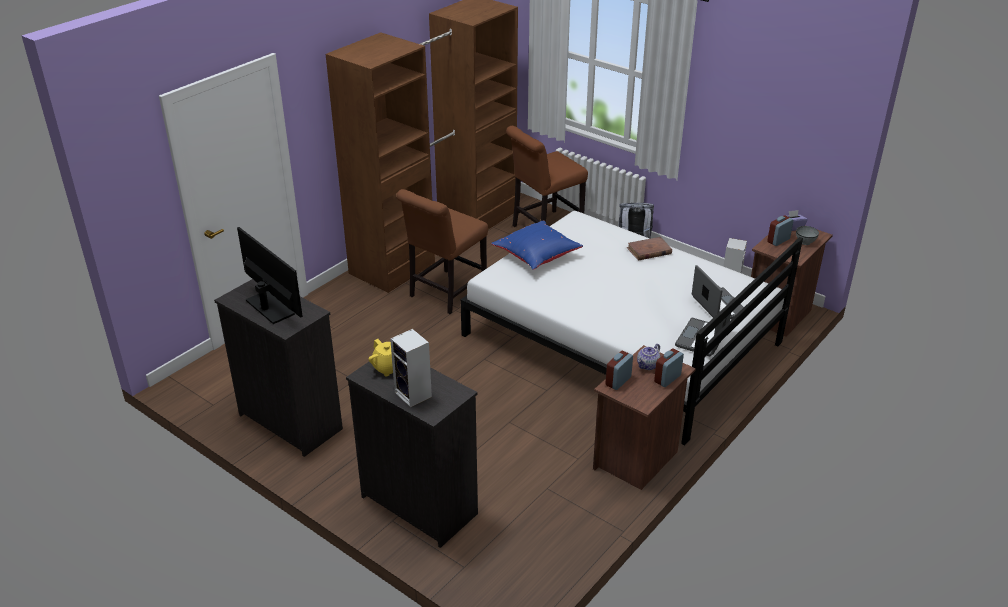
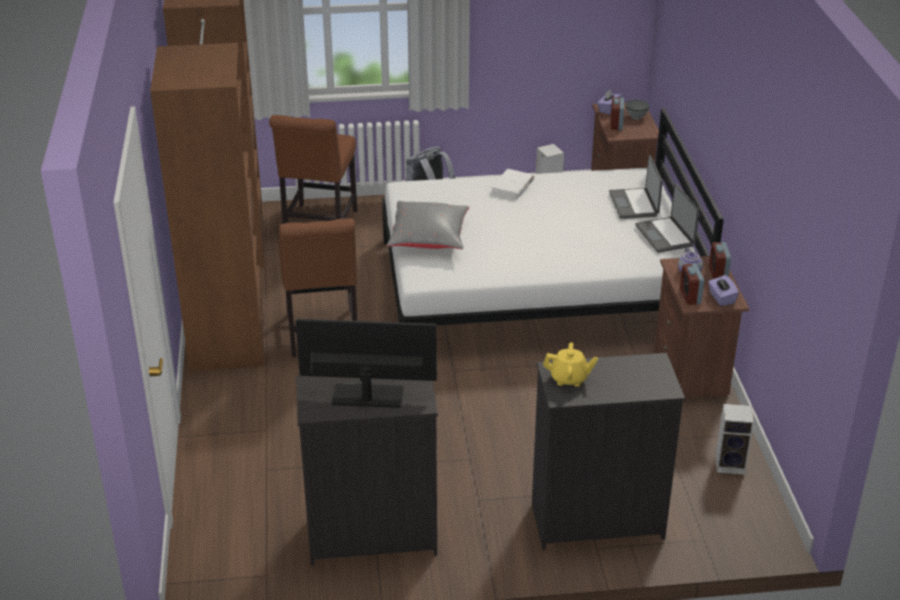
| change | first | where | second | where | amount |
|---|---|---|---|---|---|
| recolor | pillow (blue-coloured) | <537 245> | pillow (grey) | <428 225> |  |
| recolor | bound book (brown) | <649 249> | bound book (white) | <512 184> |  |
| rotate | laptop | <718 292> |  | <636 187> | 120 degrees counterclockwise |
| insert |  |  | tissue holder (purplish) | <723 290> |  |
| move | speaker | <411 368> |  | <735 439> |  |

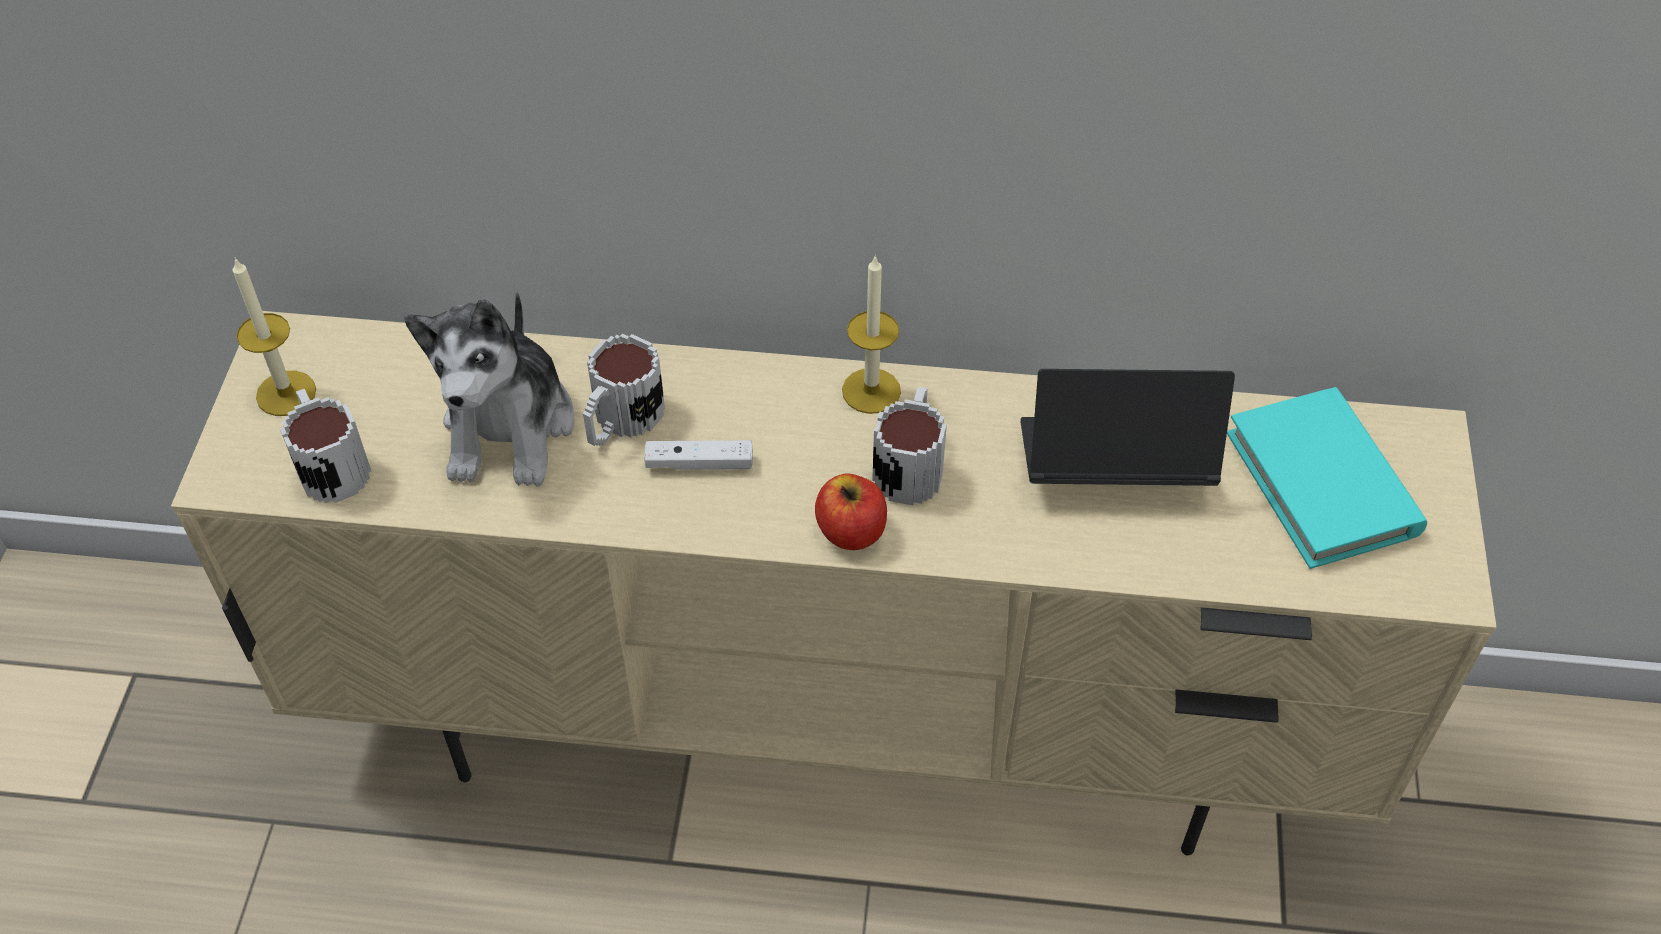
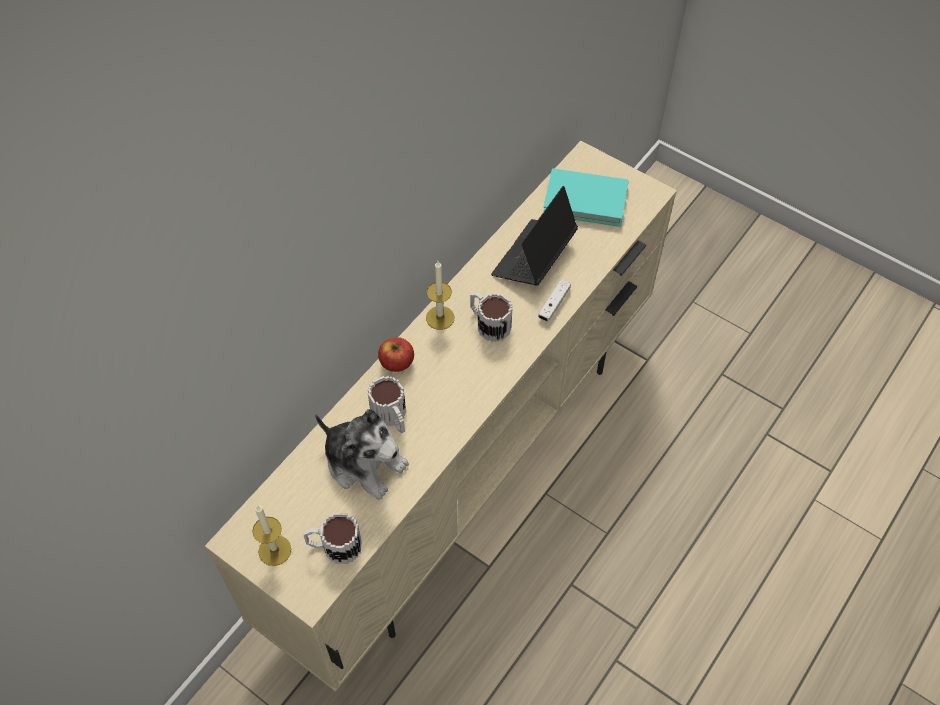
| change | first | where | second | where | amount |
|---|---|---|---|---|---|
| move | apple | <851 512> |  | <396 354> |  |
| move | game controller (white) | <698 455> |  | <554 300> |  |

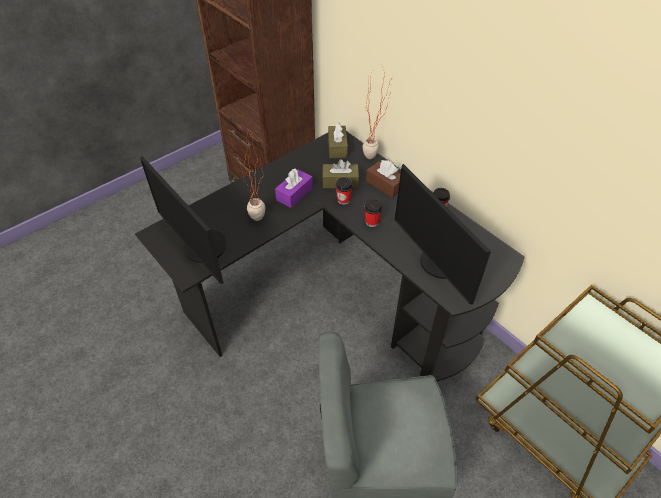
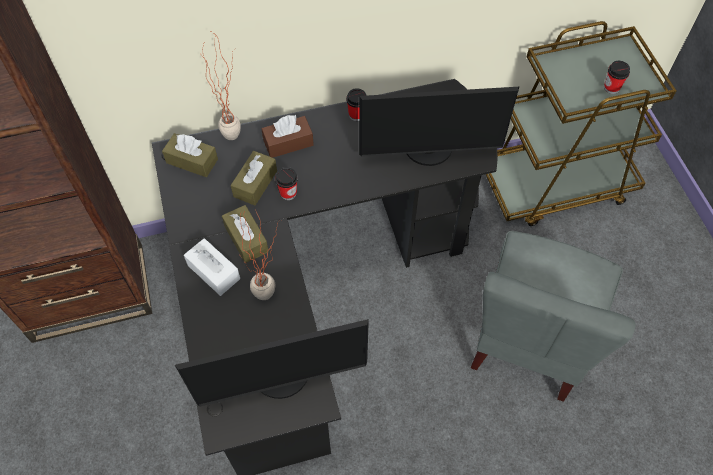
| change | first | where | second | where | amount |
|---|---|---|---|---|---|
| insert |  |  | tissue holder (white) | <212 267> |  |
| recolor | tissue holder (purplish) | <294 188> | tissue holder (brown) | <245 234> |  |
| move | small cup | <373 213> |  | <617 77> |  |

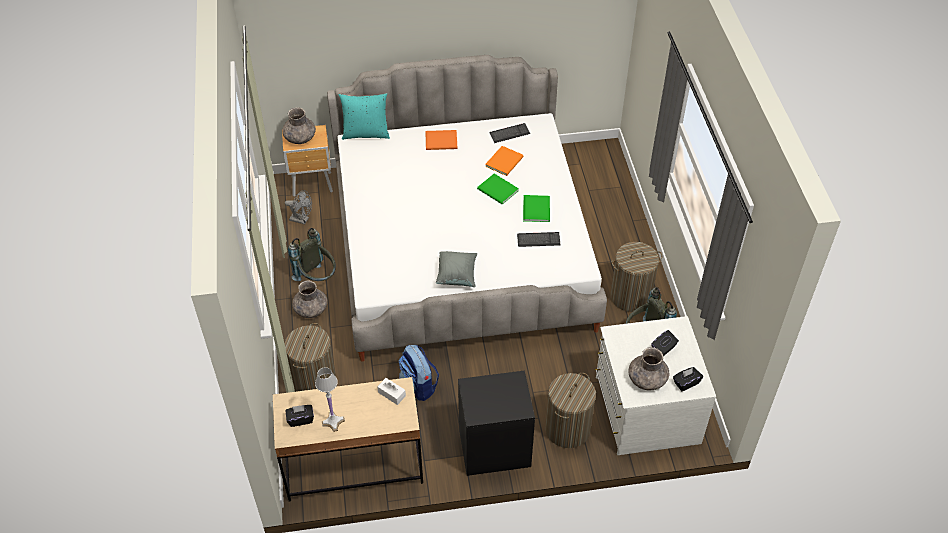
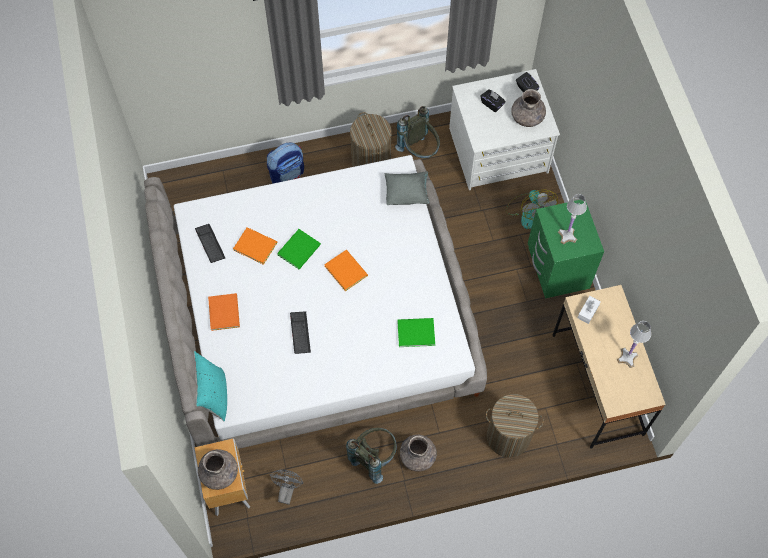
| change | first | where | second | where | amount |
|---|---|---|---|---|---|
| move | rucksack | <419 373> |  | <285 163> |  |
| move | keyboard | <538 239> |  | <300 333> |  |
| insert |  |  | bound book (orangey) | <346 270> |  |
| move | pillow (grey) | <456 269> |  | <407 188> |  |
| move | bound book (green-coloured) | <536 208> |  | <416 332> |  |
| replace | laundry basket | <570 410> | electric fan | <532 209> |  |
| recolor | nightstand (blackish) | <496 423> | nightstand (green-coloured) | <566 249> |  |
| insert |  |  | tabletop lamp (white) | <572 219> |  |
| delete | tissue holder (blackish) | <300 416> |  |  |  |

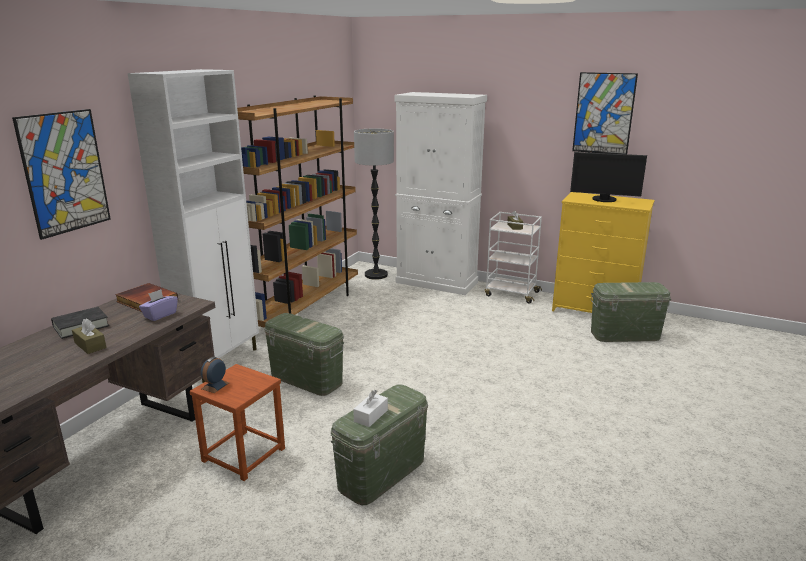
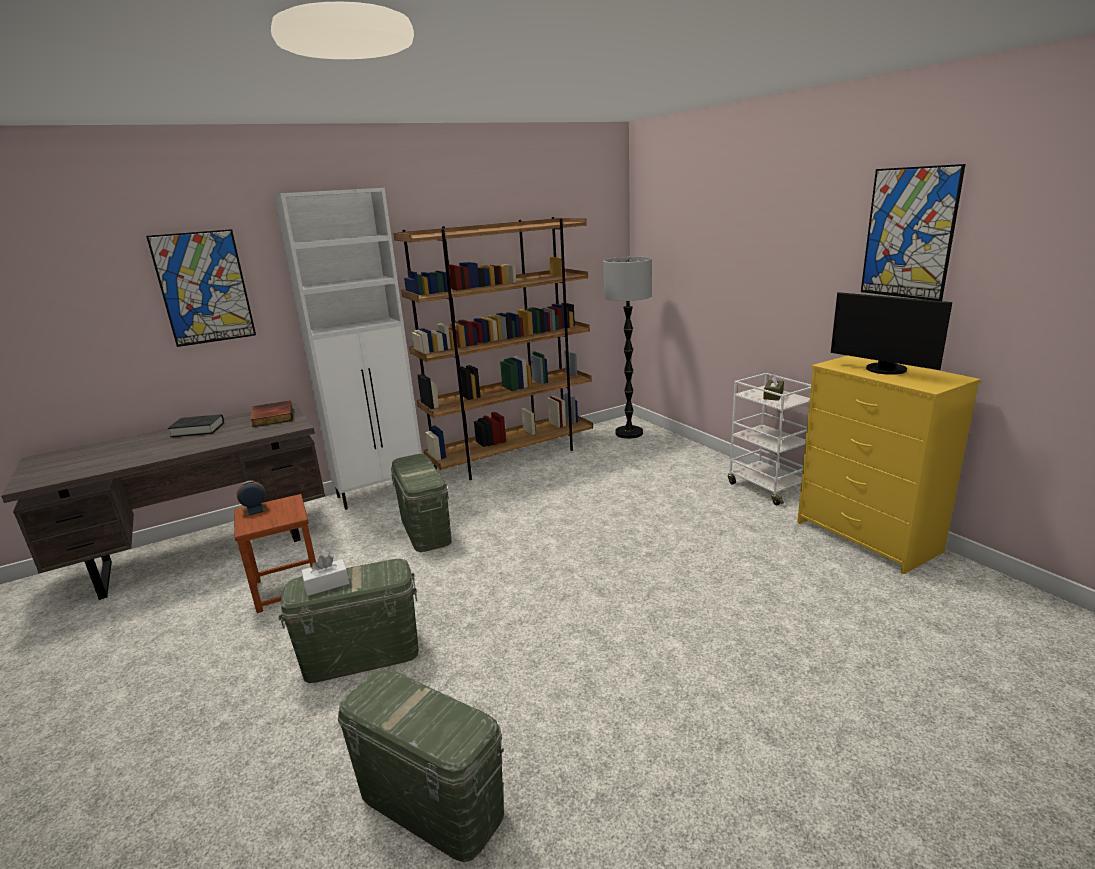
| change | first | where | second | where | amount |
|---|---|---|---|---|---|
| move | storage bin (green-coloured) | <631 312> |  | <421 765> |  |
| delete | tissue holder (brown) | <89 336> |  |  |  |
| delete | tissue holder (purplish) | <158 305> |  |  |  |
| delete | cupboard (white) | <440 193> |  |  |  |

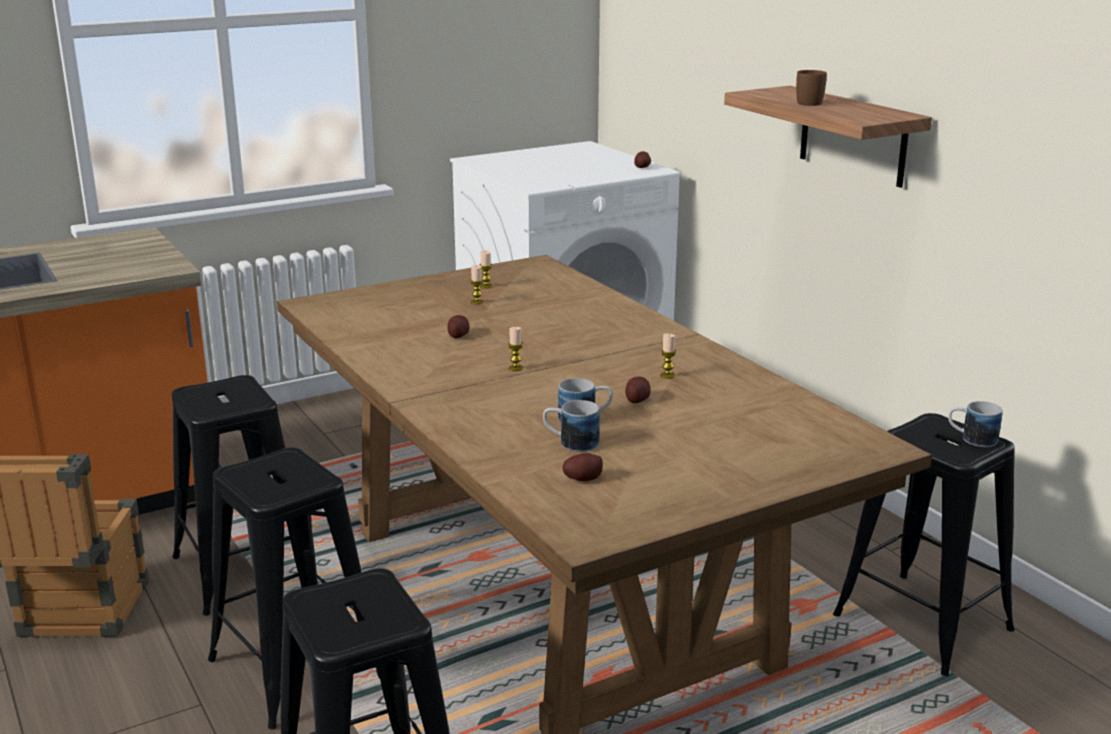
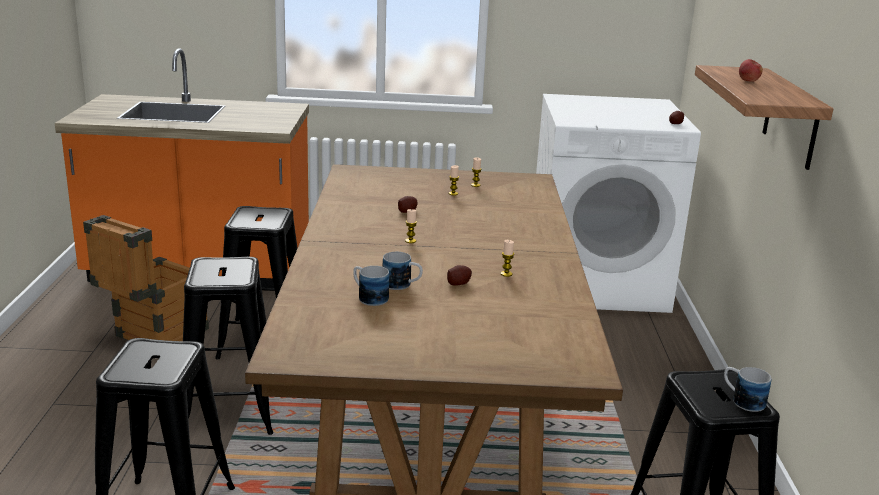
| change | first | where | second | where | amount |
|---|---|---|---|---|---|
| replace | coffee mug (brown) | <811 88> | apple | <751 70> |  |
| delete | potato | <582 466> |  |  |  |

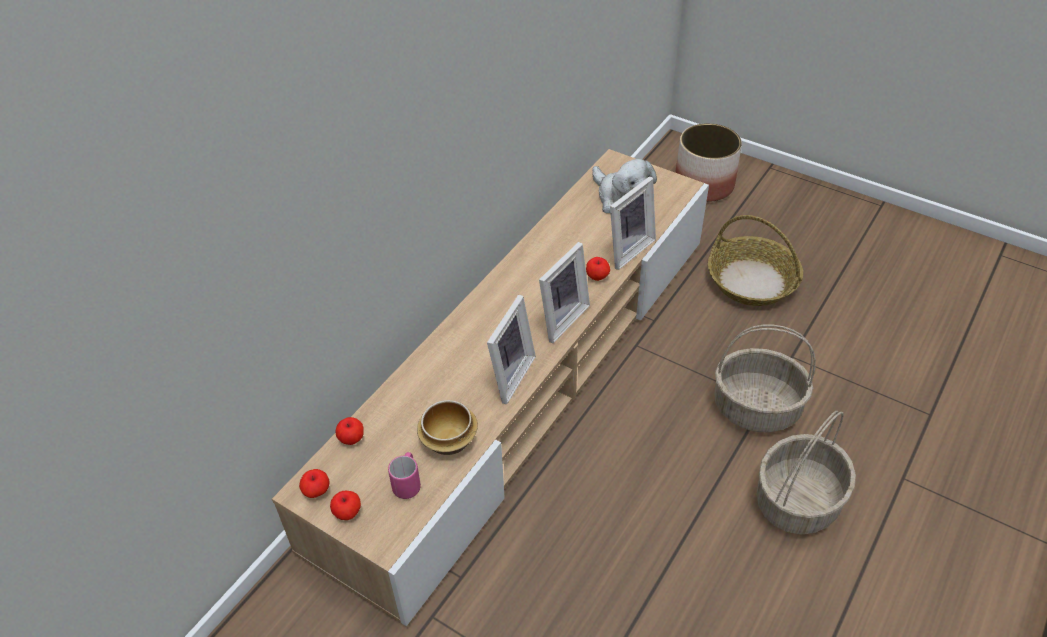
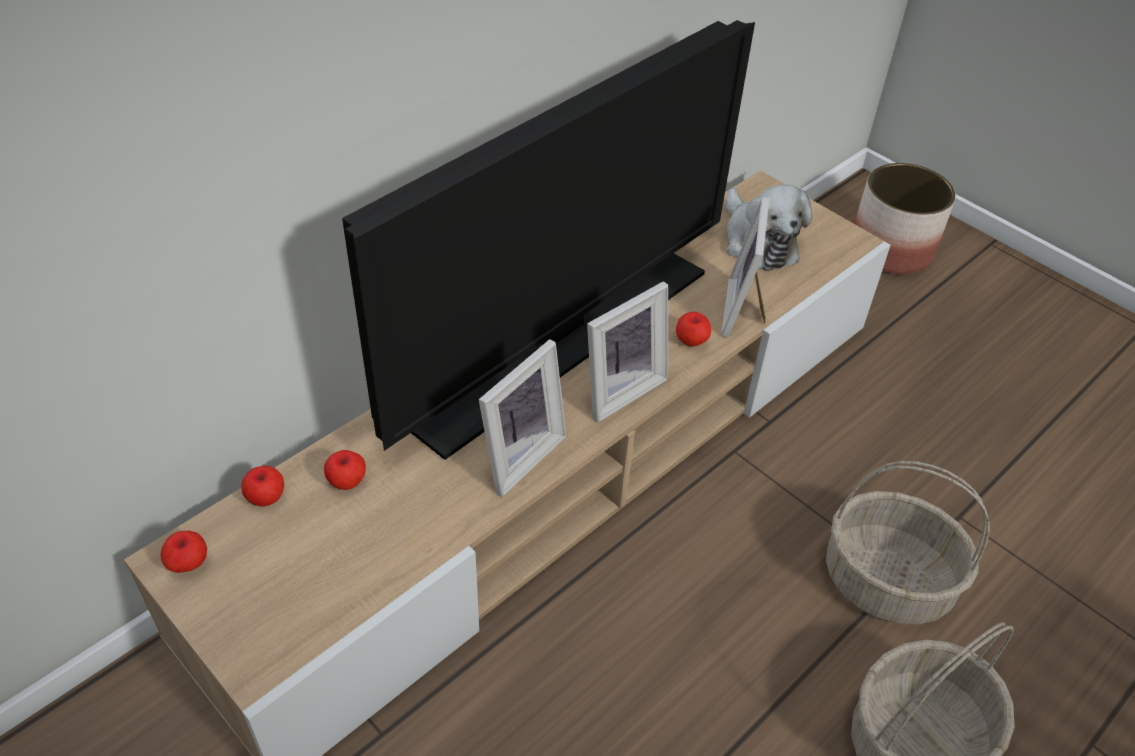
| change | first | where | second | where | amount |
|---|---|---|---|---|---|
| move | apple | <345 505> |  | <345 470> |  |
| insert |  |  | TV set | <548 240> |  |
| rotate | photo frame | <633 223> |  | <745 267> | 135 degrees clockwise |
| delete | coffee mug (pink-coloured) | <404 475> |  |  |  |
| delete | serving bowl | <447 427> |  |  |  |
| delete | household basket | <755 260> |  |  |  |

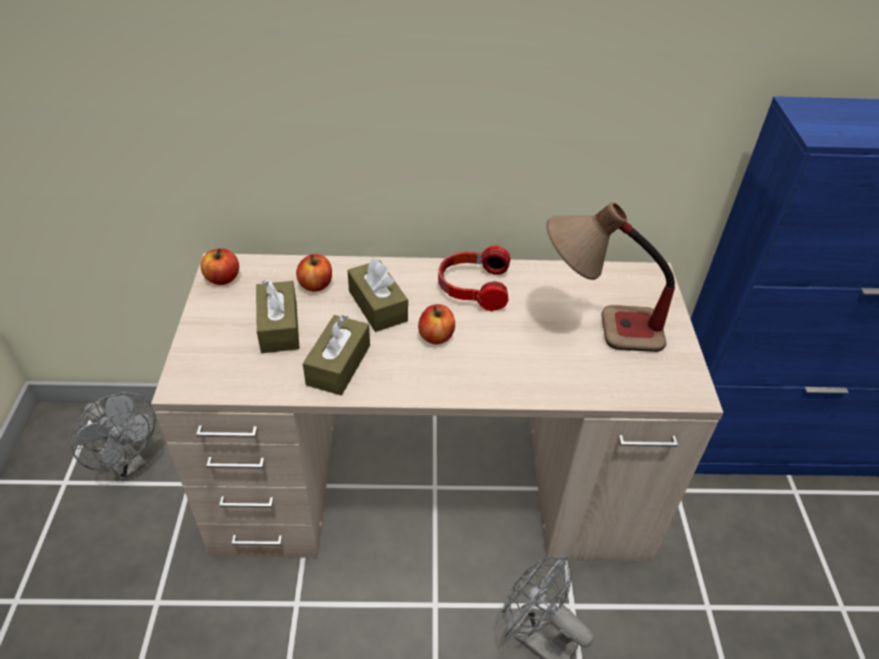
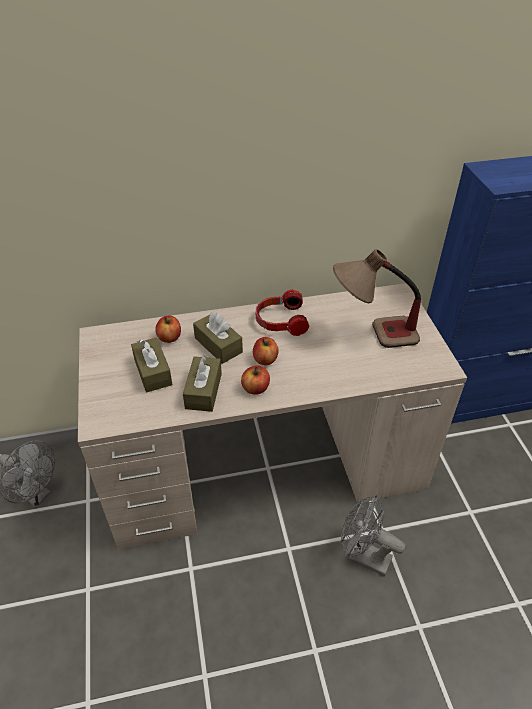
| change | first | where | second | where | amount |
|---|---|---|---|---|---|
| move | apple | <219 266> |  | <255 380> |  |

